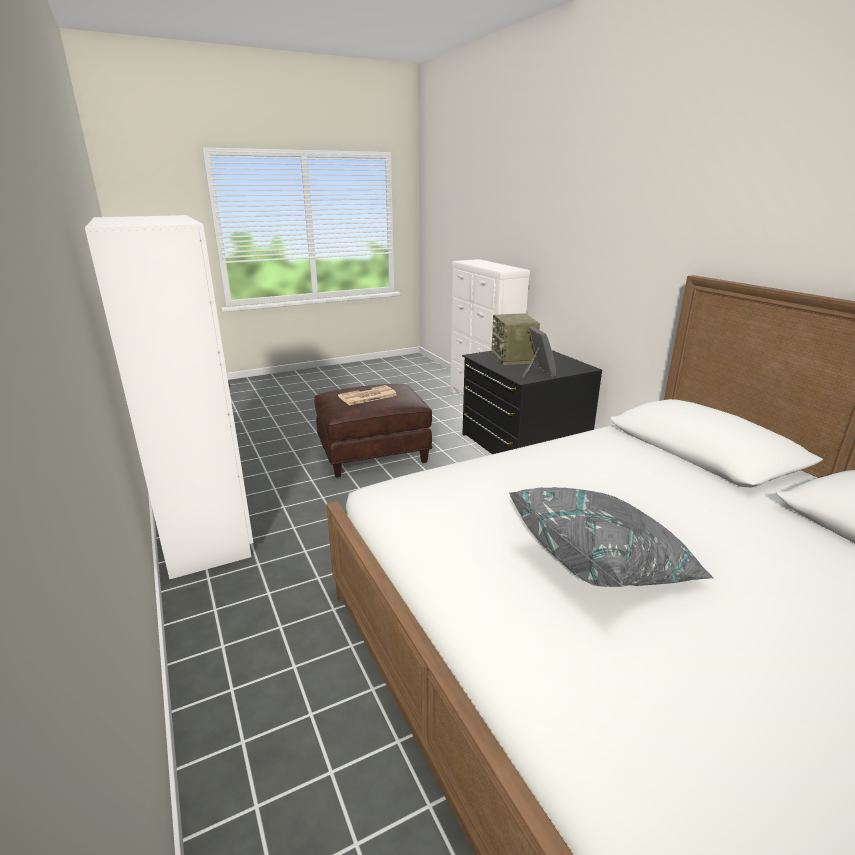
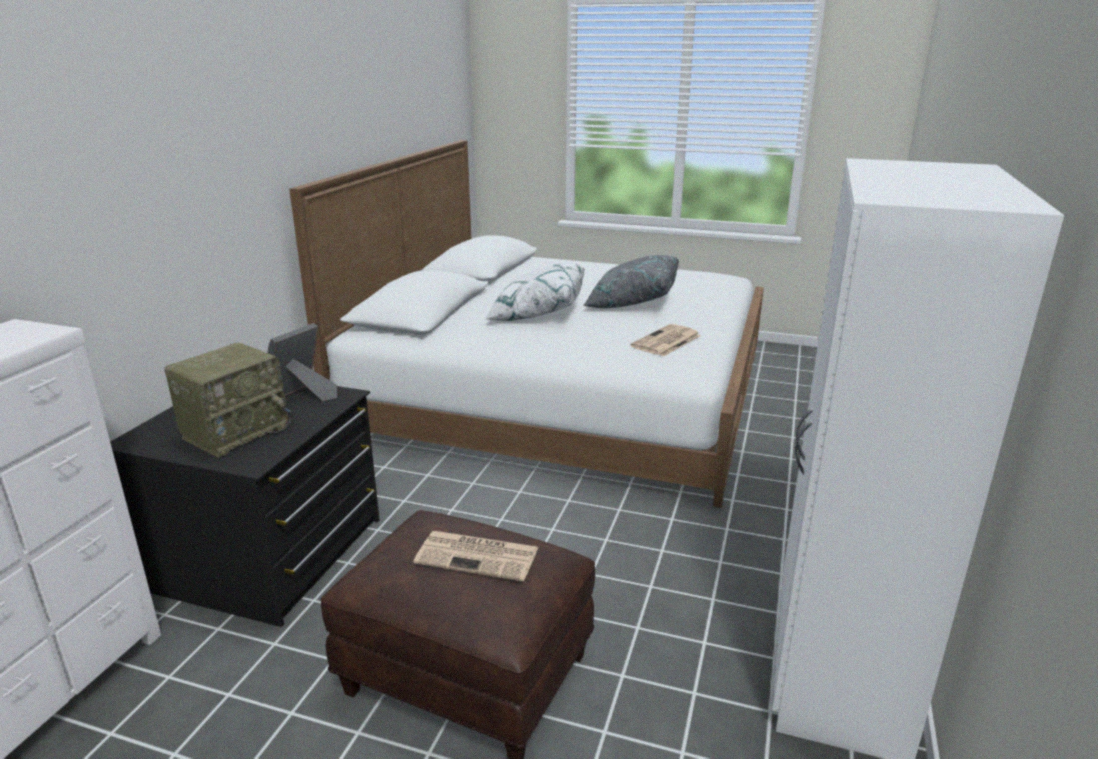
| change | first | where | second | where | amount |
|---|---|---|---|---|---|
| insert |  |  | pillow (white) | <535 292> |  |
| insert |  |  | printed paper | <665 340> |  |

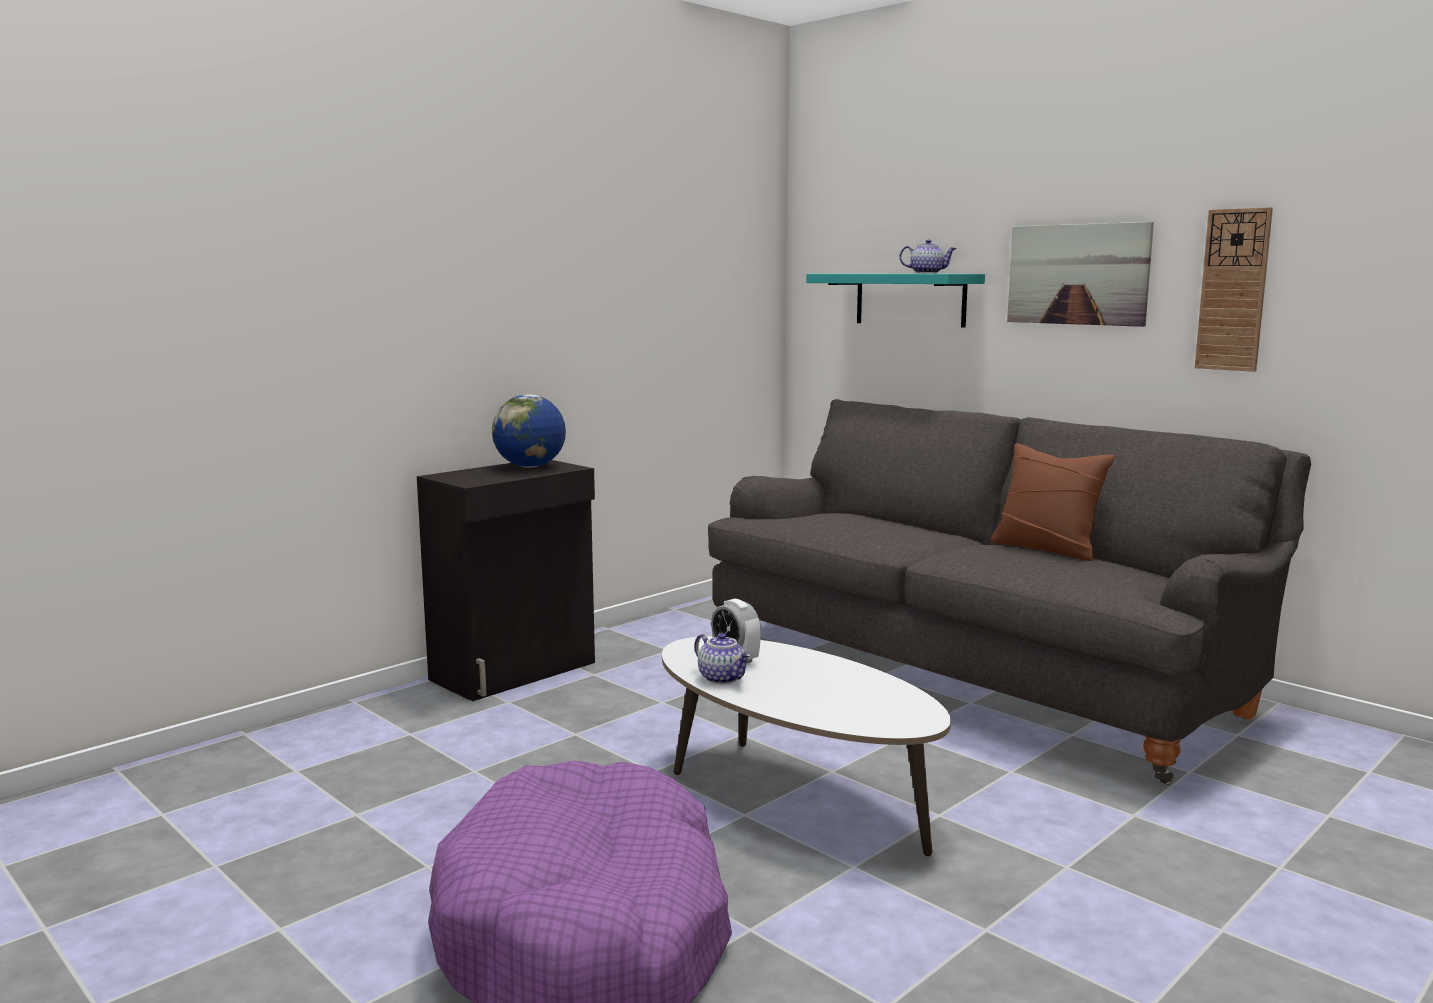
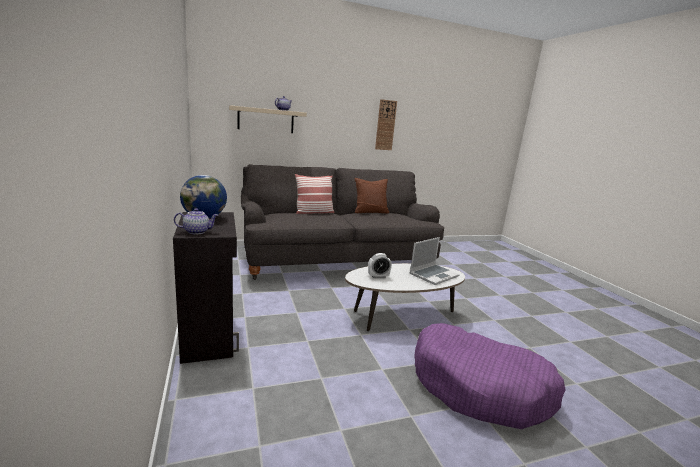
| change | first | where | second | where | amount |
|---|---|---|---|---|---|
| move | teapot | <722 658> |  | <196 221> |  |
| recolor | shelf (turquoise) | <895 301> | shelf (beige) | <268 119> |  |
| insert |  |  | pillow | <315 194> |  |
| insert |  |  | laptop | <435 261> |  |
| delete | picture | <1080 274> |  |  |  |

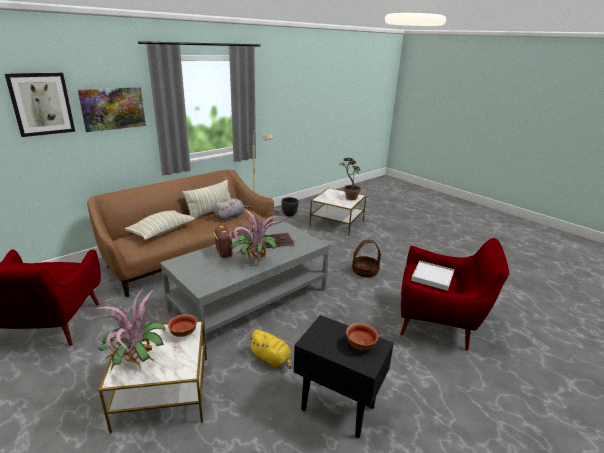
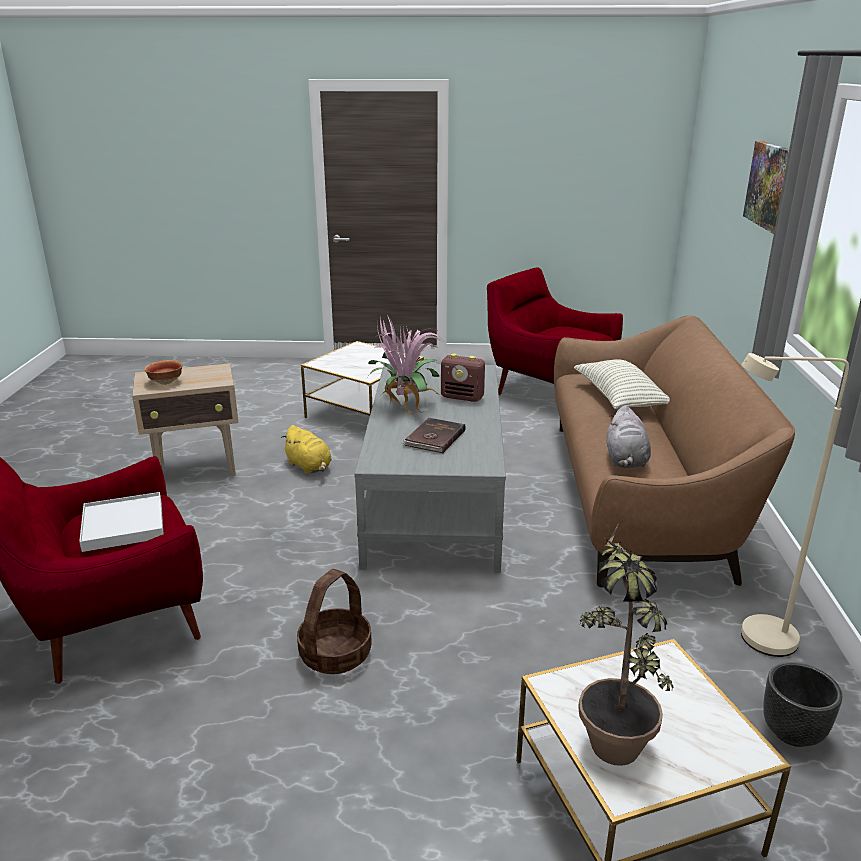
| change | first | where | second | where | amount |
|---|---|---|---|---|---|
| recolor | accent table (blackish) | <344 376> | accent table (beige) | <185 420> |  |
| rotate | plush toy (yellow) | <270 349> |  | <306 449> | 120 degrees counterclockwise |
| delete | picture | <40 104> |  |  |  |
| delete | potted plant | <129 328> |  |  |  |
| delete | serving bowl | <182 325> |  |  |  |
| delete | pillow | <206 199> |  |  |  |

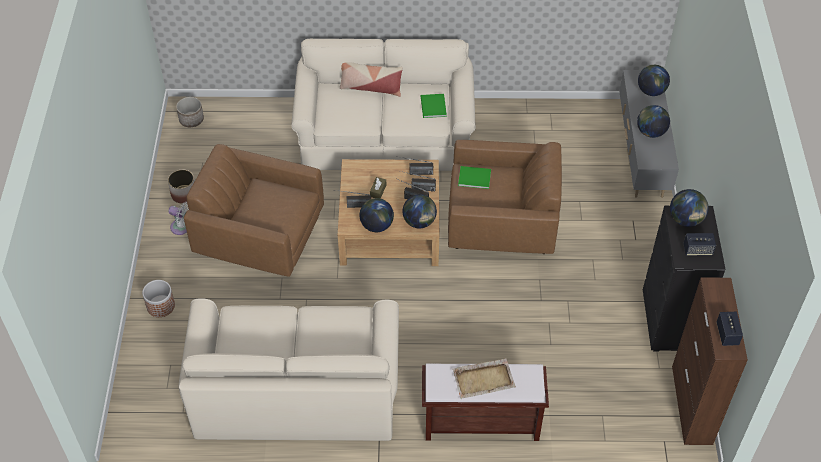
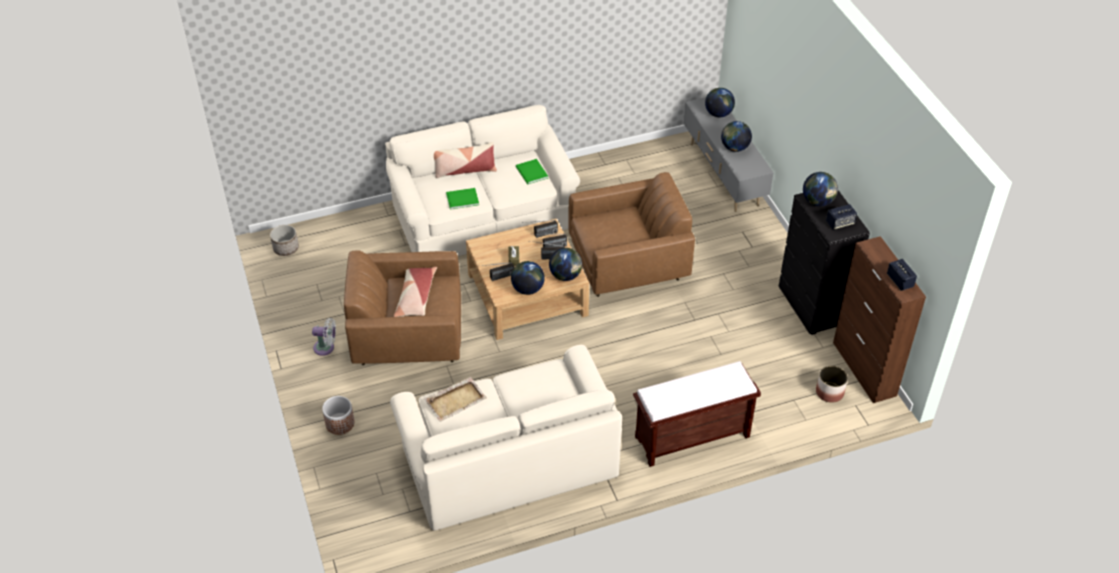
| change | first | where | second | where | amount |
|---|---|---|---|---|---|
| insert |  |  | pillow | <415 292> |  |
| move | tray (beige) | <484 378> |  | <455 399> |  |
| move | bound book (green-coloured) | <474 177> |  | <462 199> |  |
| move | flower pot | <181 186> |  | <832 384> |  |

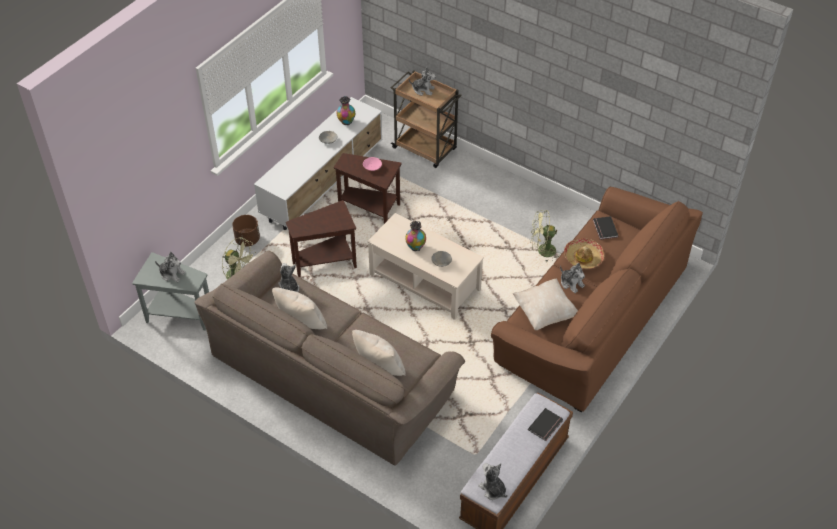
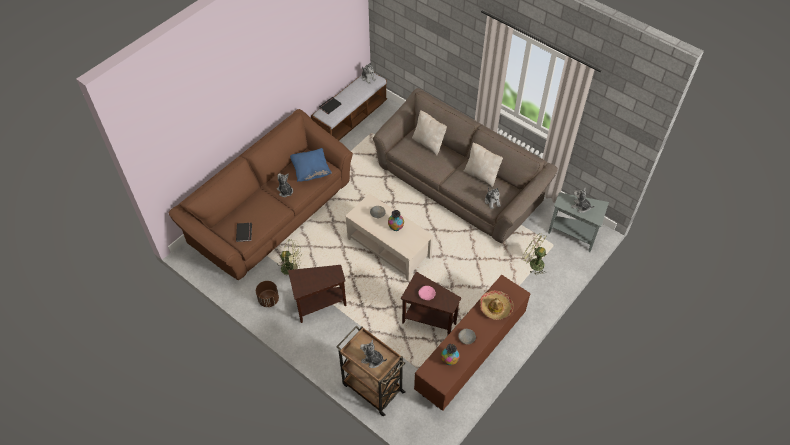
| change | first | where | second | where | amount |
|---|---|---|---|---|---|
| move | flower pot (brown) | <246 231> |  | <267 294> |  |
| move | accent table (brown) | <321 238> |  | <317 294> |  |
| recolor | pillow (beige) | <545 304> | pillow (blue-coloured) | <311 165> |  |
| recolor | media console (white) | <318 163> | media console (brown) | <472 343> |  |
| move | clothing hat | <584 253> |  | <497 305> |  |

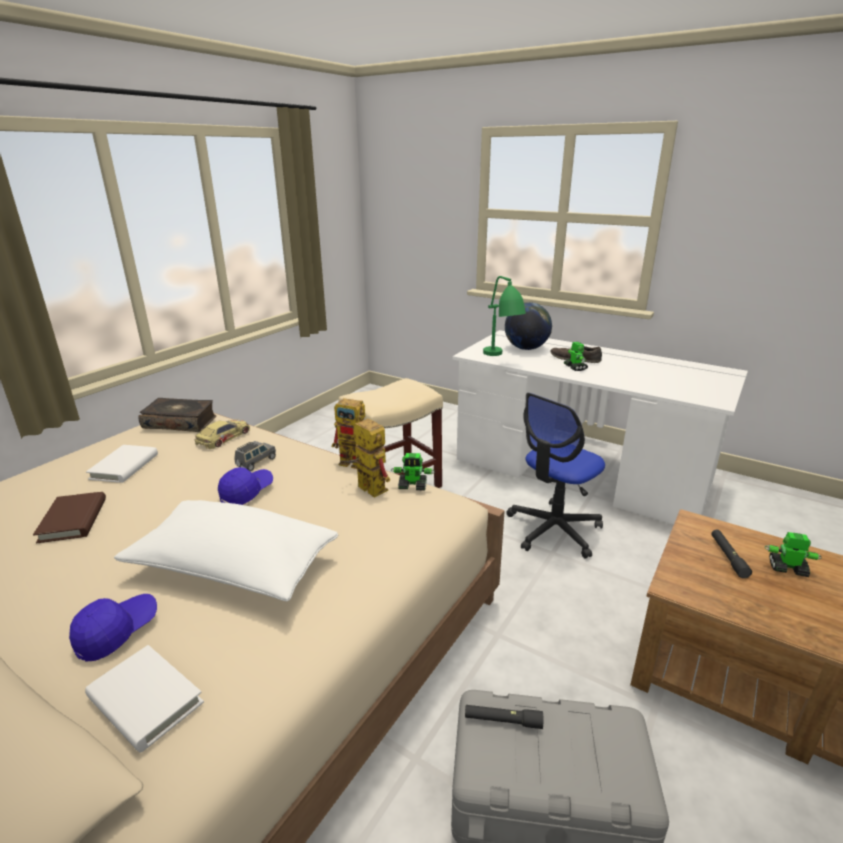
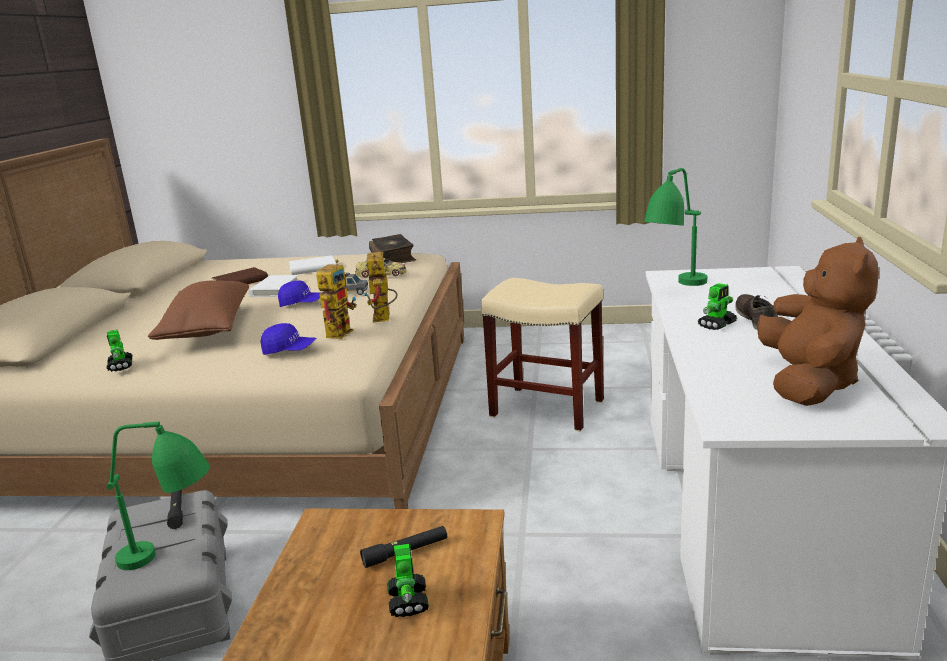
| change | first | where | second | where | amount |
|---|---|---|---|---|---|
| insert |  |  | tabletop lamp (green-coloured) | <158 496> |  |
| move | toy robot | <413 472> |  | <119 351> |  |
| recolor | pillow (white) | <226 550> | pillow (brown) | <198 310> |  |
| move | bound book (white) | <144 699> |  | <273 286> |  |
| move | peaked cap (blue-coloured) | <113 628> |  | <288 339> |  |
| insert |  |  | plush toy (brown) | <818 321> |  |
| delete | desk globe | <528 326> |  |  |  |
| delete | office chair | <555 476> |  |  |  |

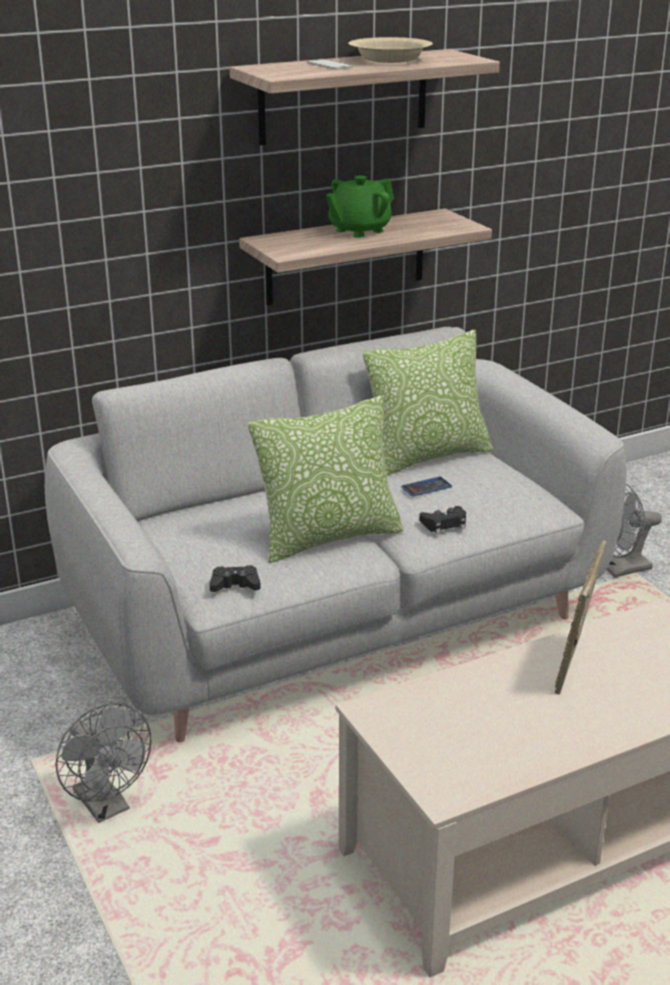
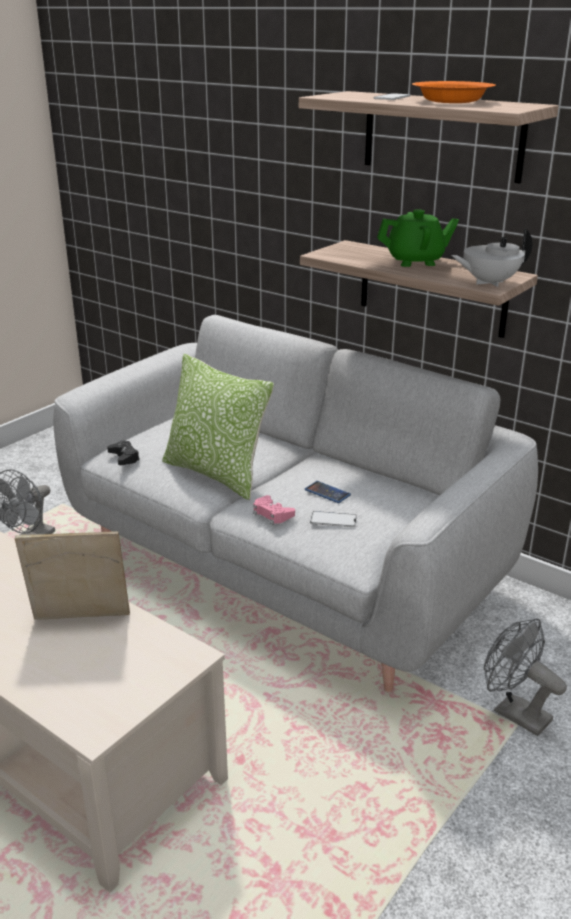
| change | first | where | second | where | amount |
|---|---|---|---|---|---|
| recolor | game controller (blackish) | <442 520> | game controller (pink-coloured) | <274 510> |  |
| insert |  |  | phone | <333 519> |  |
| rotate | teapot (green-coloured) | <360 206> |  | <418 238> | 150 degrees clockwise |
| recolor | serving bowl (beige) | <390 50> | serving bowl (orangey) | <454 92> |  |
| insert |  |  | teapot (white) | <491 257> |  |
| delete | pillow | <428 403> |  |  |  |

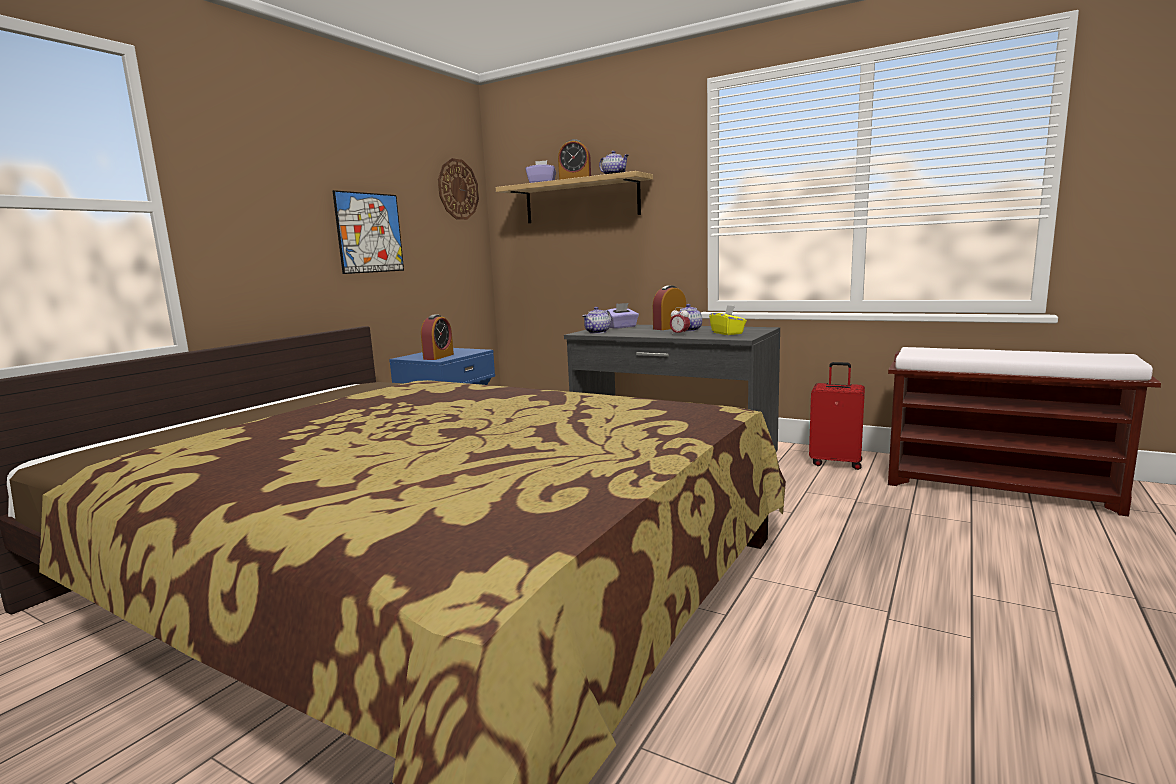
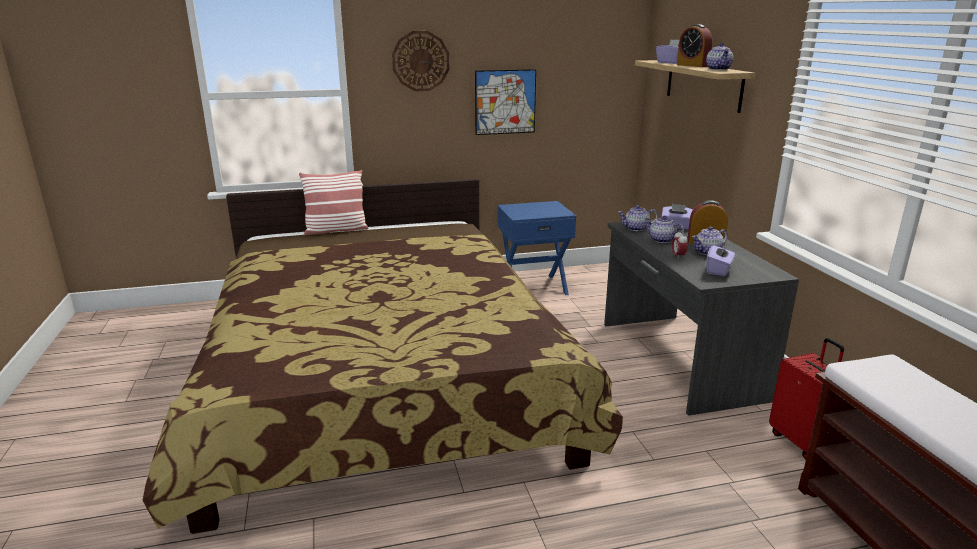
| change | first | where | second | where | amount |
|---|---|---|---|---|---|
| insert |  |  | pillow | <334 202> |  |
| move | clock on the wall | <458 189> |  | <421 61> |  |
| insert |  |  | teapot | <664 229> |  |
| recolor | tissue holder (yellow) | <728 320> | tissue holder (purplish) | <720 259> |  |
| delete | alarm clock | <437 337> |  |  |  |

